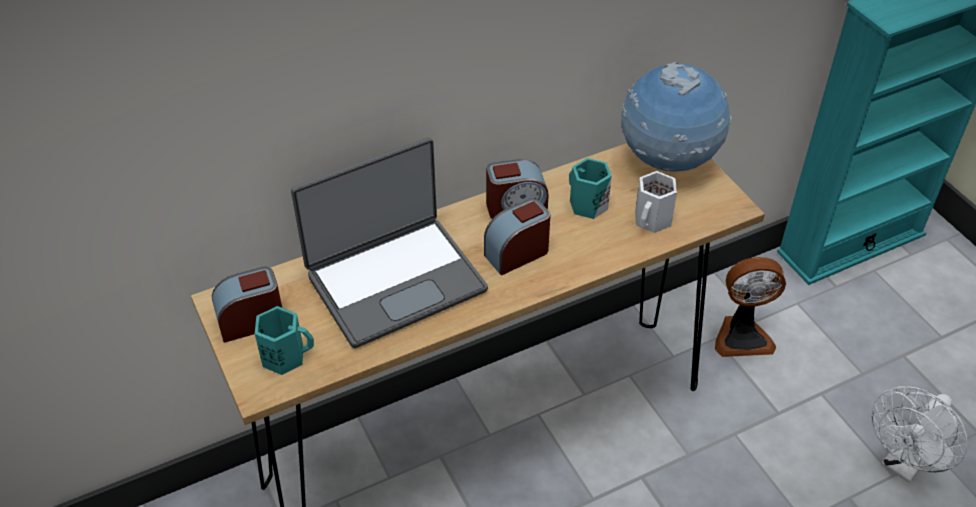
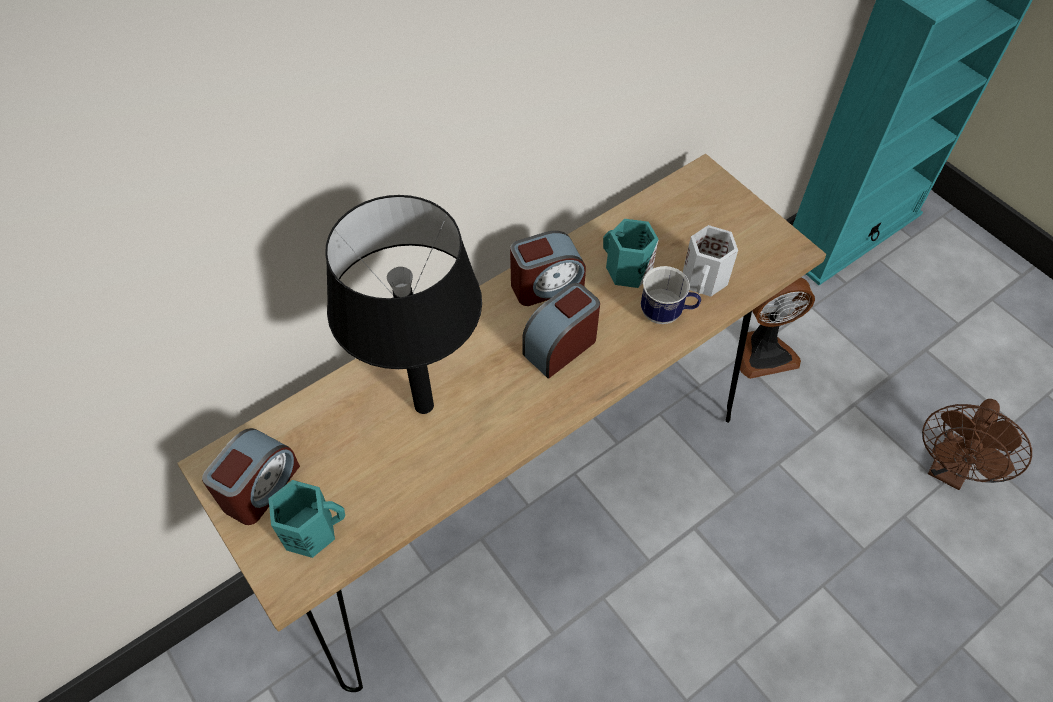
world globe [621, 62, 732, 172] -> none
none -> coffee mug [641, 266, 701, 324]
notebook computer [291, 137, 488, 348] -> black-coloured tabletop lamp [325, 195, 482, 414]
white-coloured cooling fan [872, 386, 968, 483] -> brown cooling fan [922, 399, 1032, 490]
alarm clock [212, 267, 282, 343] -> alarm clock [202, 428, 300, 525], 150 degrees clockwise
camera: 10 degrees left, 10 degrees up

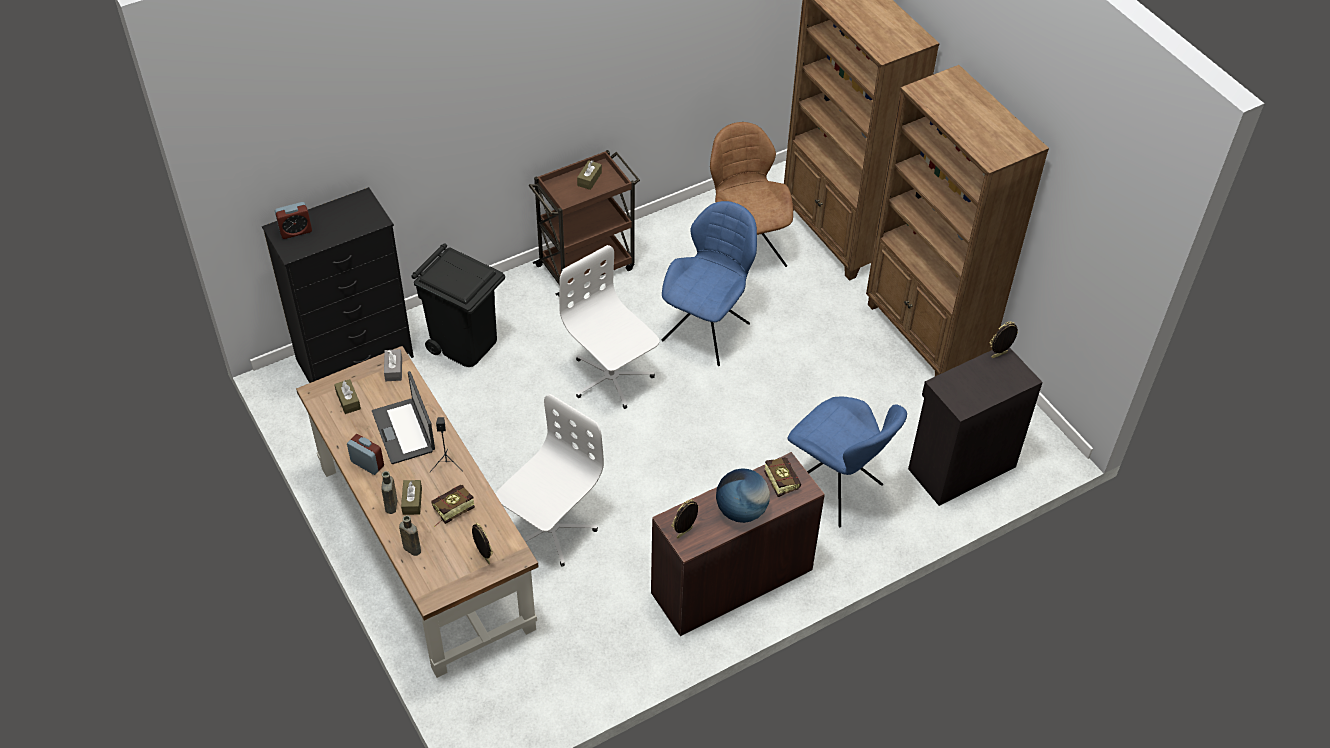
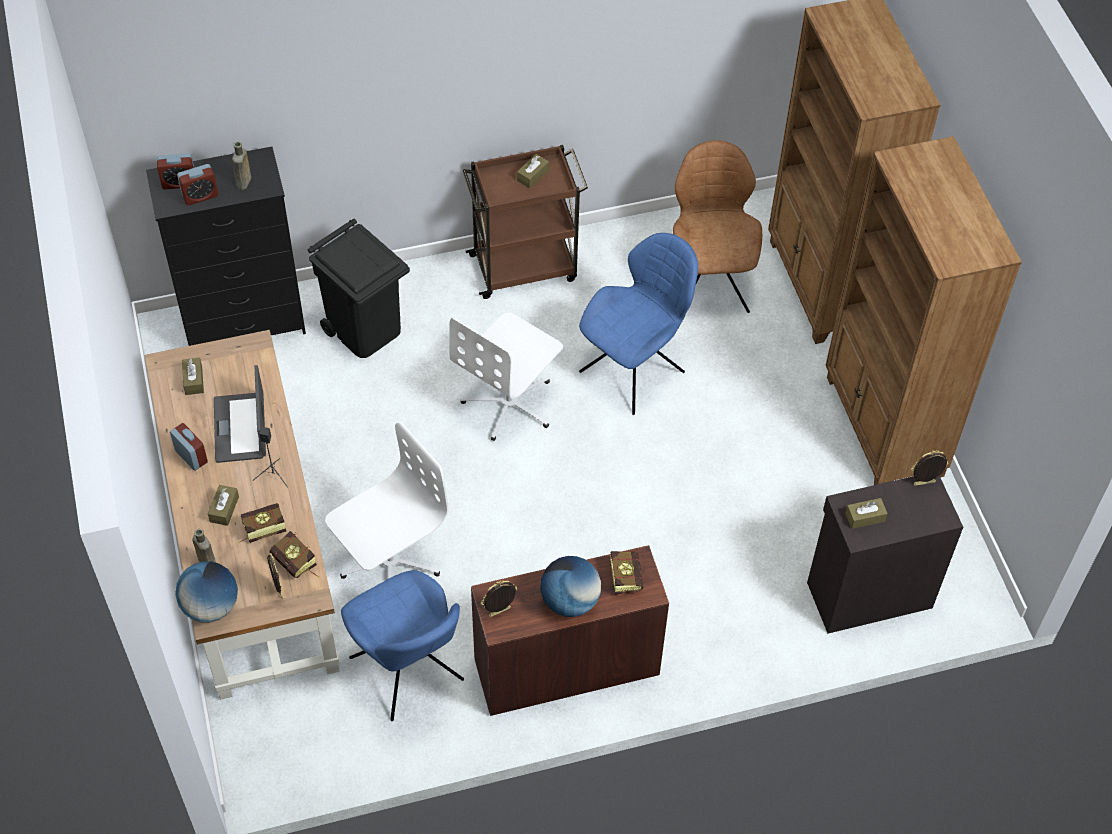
greyish box of tissues [384, 349, 402, 381] -> none
none -> world globe [175, 561, 238, 623]
none -> alarm clock [177, 164, 218, 206]
none -> book [270, 531, 319, 578]
none -> brown box of tissues [845, 498, 888, 529]
brown bottle [381, 471, 397, 514] -> brown bottle [232, 141, 251, 190], moved
bluish chair [787, 397, 907, 527] -> bluish chair [341, 570, 464, 721], moved
white-coloured office chair [559, 245, 660, 409] -> white-coloured office chair [449, 312, 563, 441], 120 degrees counterclockwise
camera: 15 degrees right, 5 degrees up

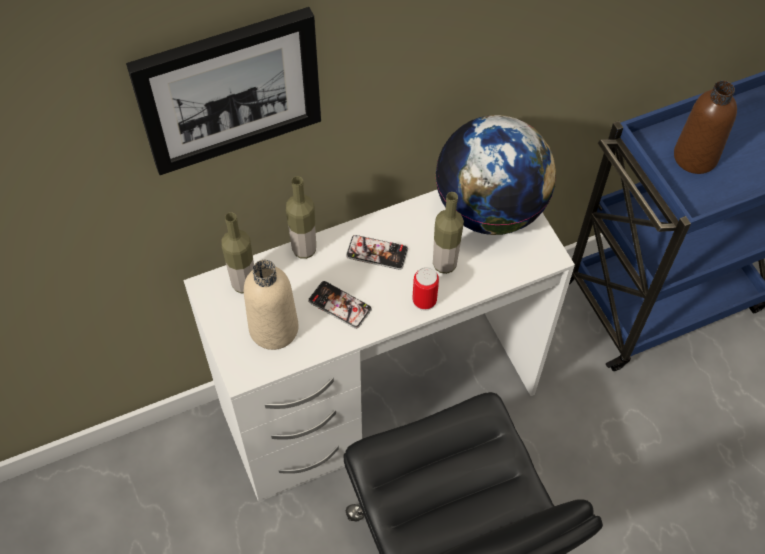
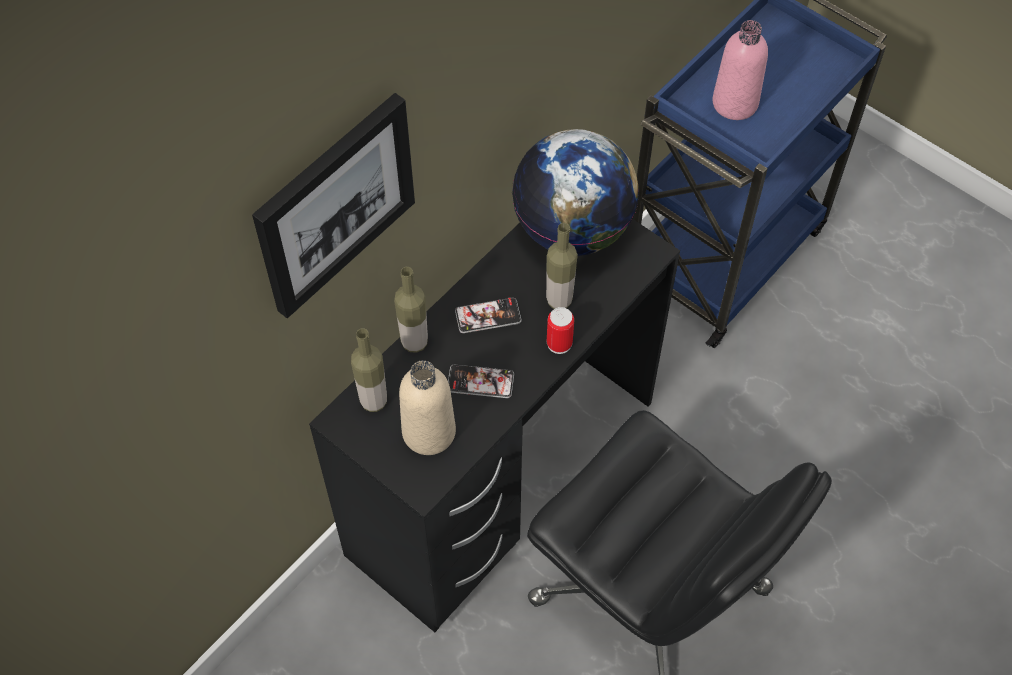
white-coloured desk table [183, 190, 575, 503] -> black-coloured desk table [309, 219, 680, 632]
brown bottle [674, 81, 737, 174] -> pink-coloured bottle [712, 20, 768, 120]
camera: 25 degrees left, 0 degrees up

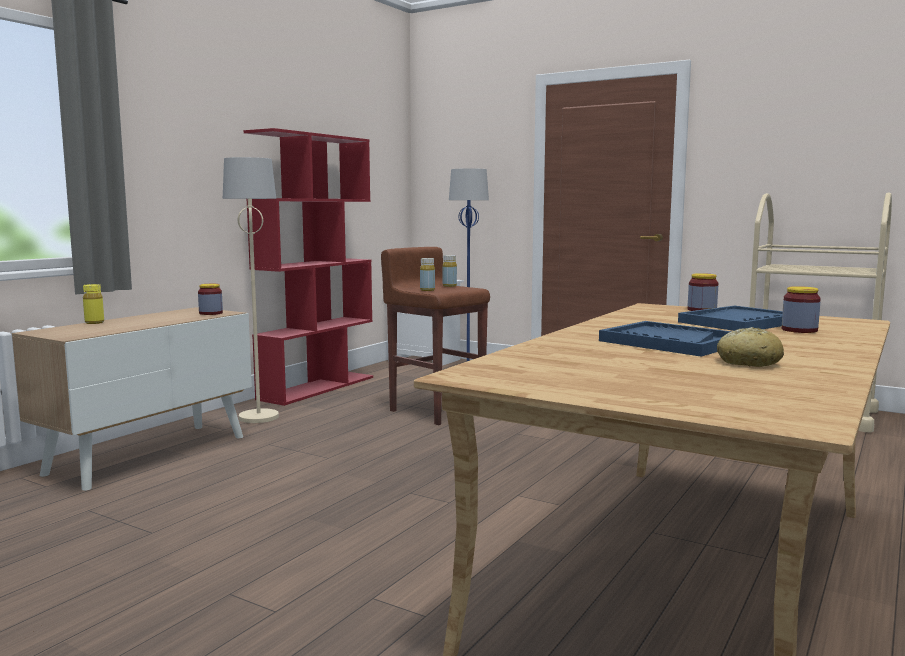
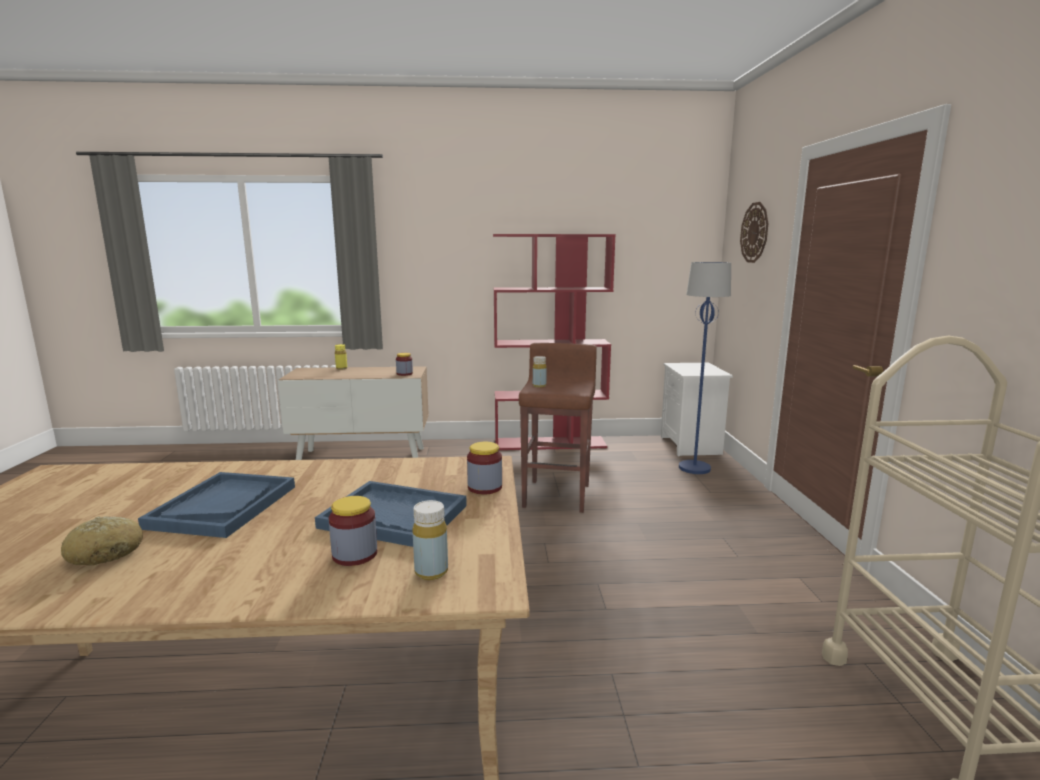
sand-coloured floor lamp [223, 157, 279, 423] -> none
none -> hanging clock [740, 202, 768, 263]
yellowish bottle [443, 255, 457, 287] -> yellowish bottle [413, 500, 448, 580], moved
camera: 55 degrees right, 5 degrees up

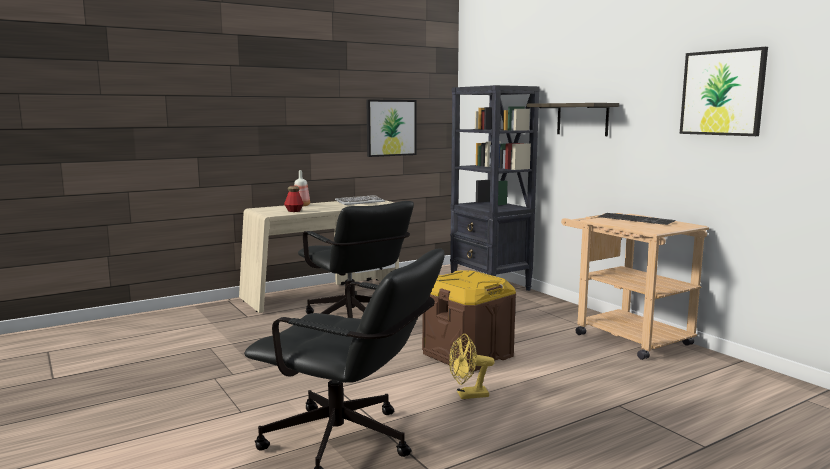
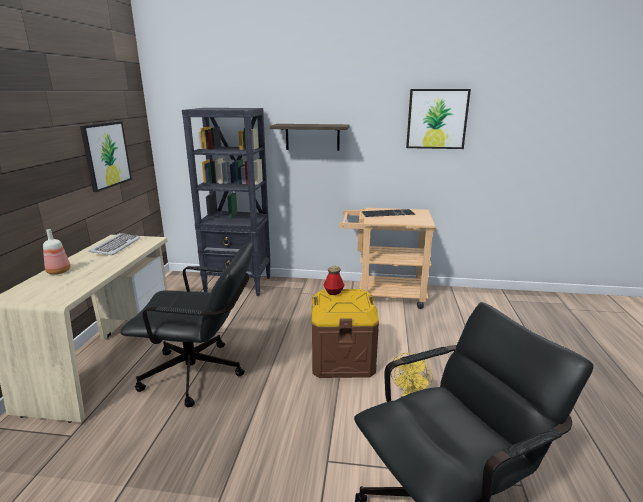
bottle [284, 186, 304, 212] -> bottle [324, 266, 345, 295], moved
camera: 50 degrees left, 10 degrees up

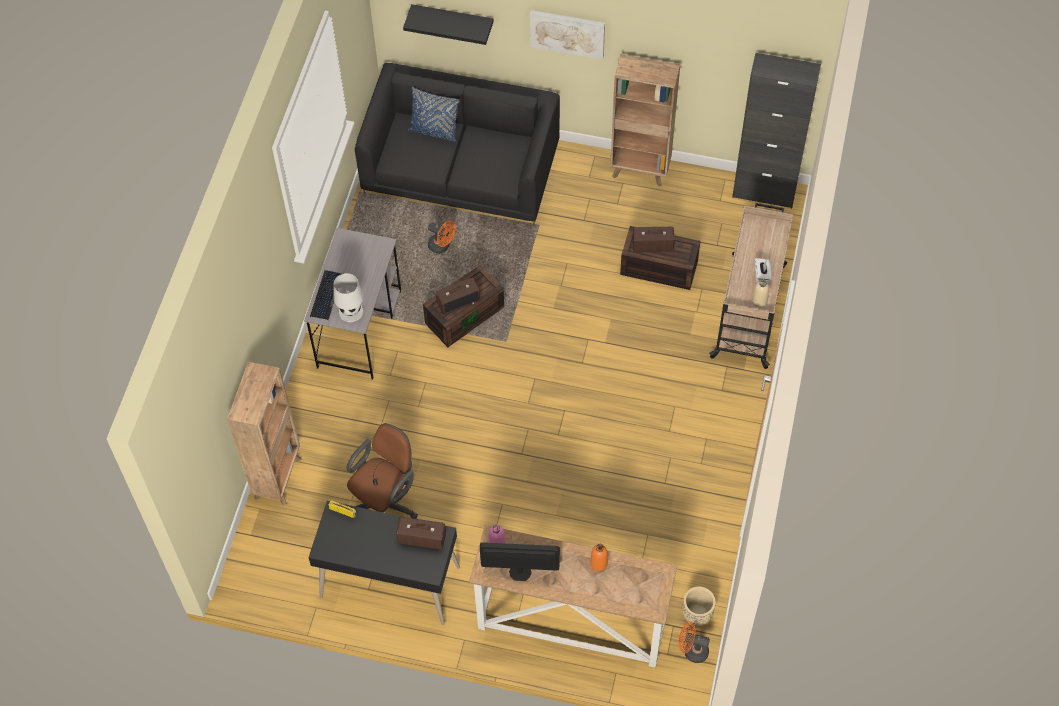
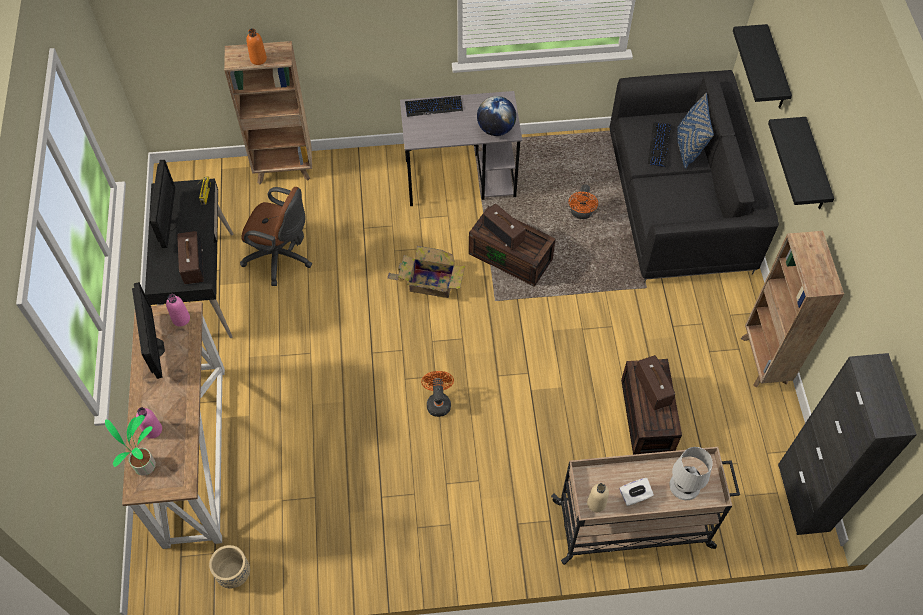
none -> houseplant [105, 415, 156, 476]
none -> pink-coloured bottle [136, 407, 162, 439]
none -> monitor [149, 160, 178, 248]
none -> carton [387, 246, 465, 298]
none -> world globe [477, 96, 516, 136]
none -> keyboard [648, 122, 672, 167]
white-coloured tabletop lamp [333, 273, 364, 322] -> white-coloured tabletop lamp [669, 447, 713, 500], moved
orange bottle [590, 544, 608, 571] -> orange bottle [246, 28, 267, 65], moved
orange cooling fan [679, 621, 710, 663] -> orange cooling fan [421, 371, 454, 417], moved
wall art [530, 10, 605, 60] -> black-coloured bracket shelf [768, 117, 834, 209]
camera: 70 degrees right, 0 degrees up

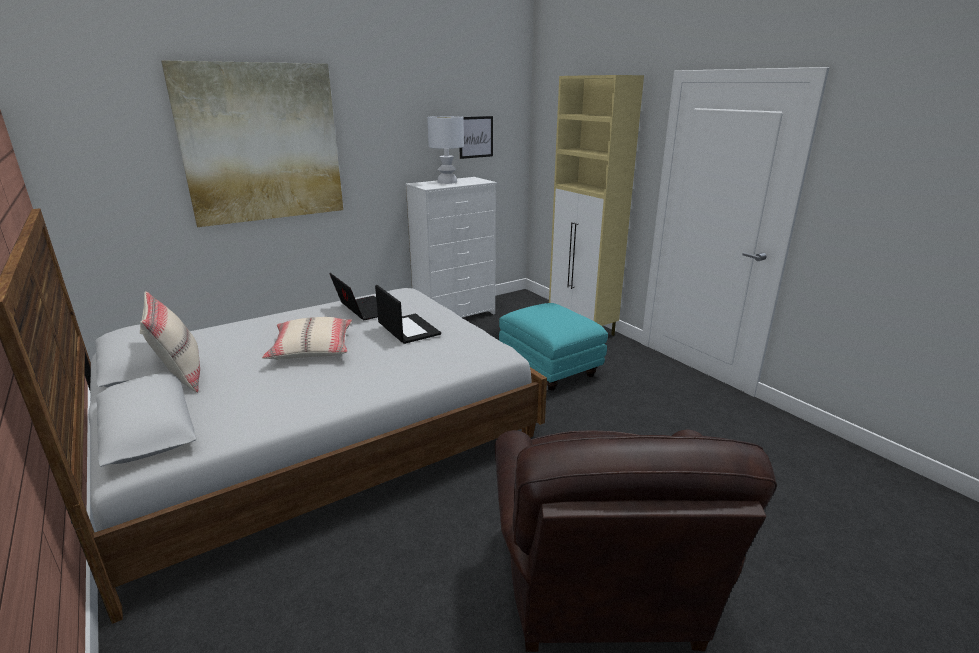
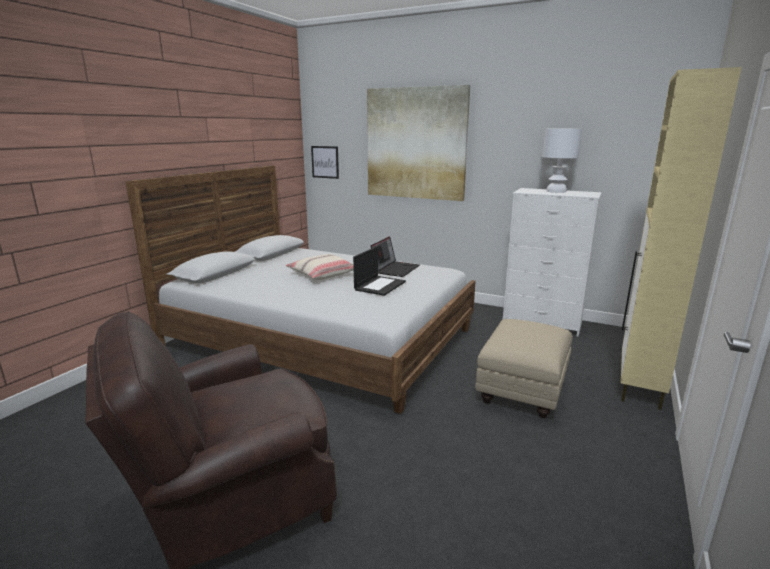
sand-coloured cushion [140, 291, 200, 393] -> none
wall art [460, 116, 493, 159] -> wall art [311, 146, 339, 179], moved
blue-green footrest [499, 303, 608, 390] -> sand-coloured footrest [475, 319, 573, 418]
camera: 60 degrees right, 5 degrees down

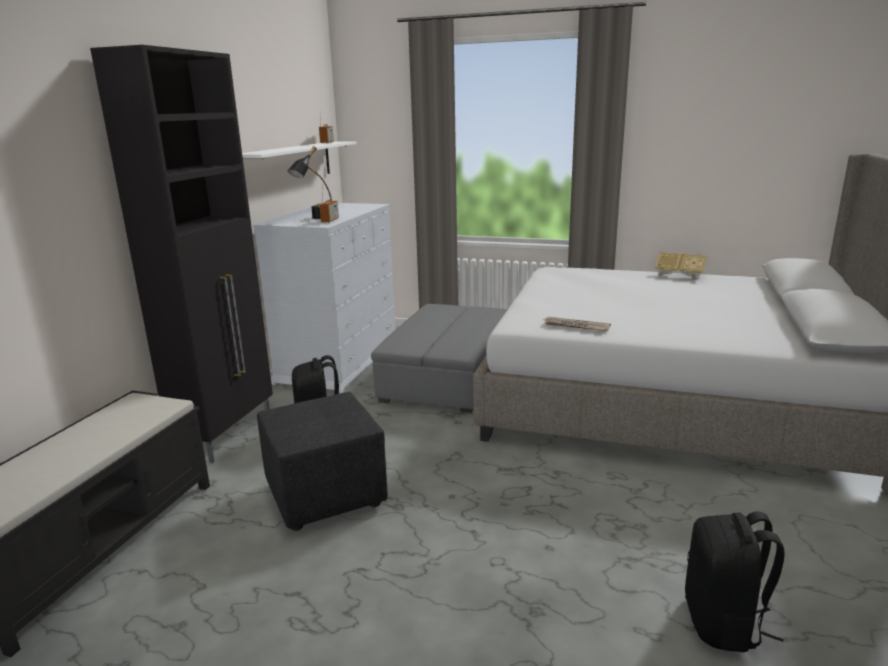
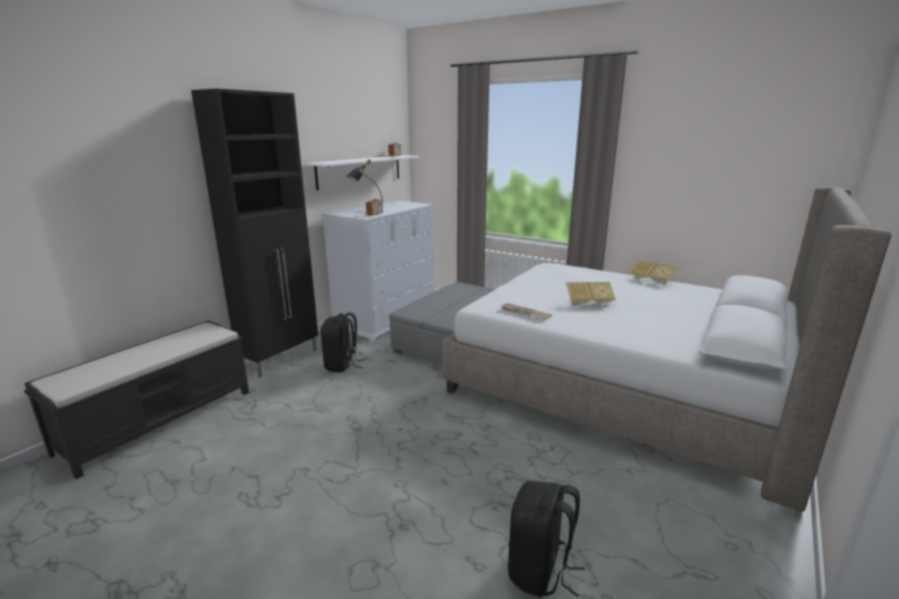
black-coloured footrest [257, 392, 388, 531] -> none
none -> book [566, 282, 616, 306]
camera: 15 degrees right, 0 degrees up

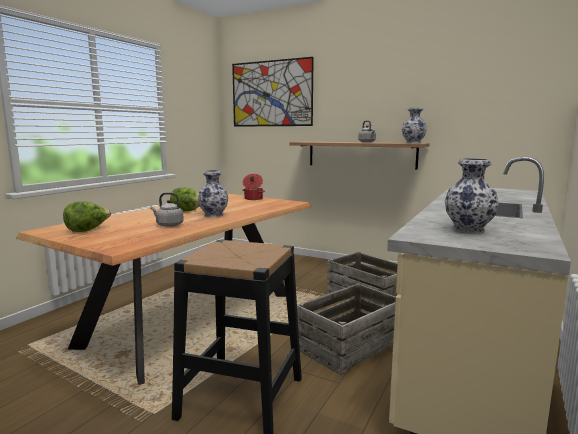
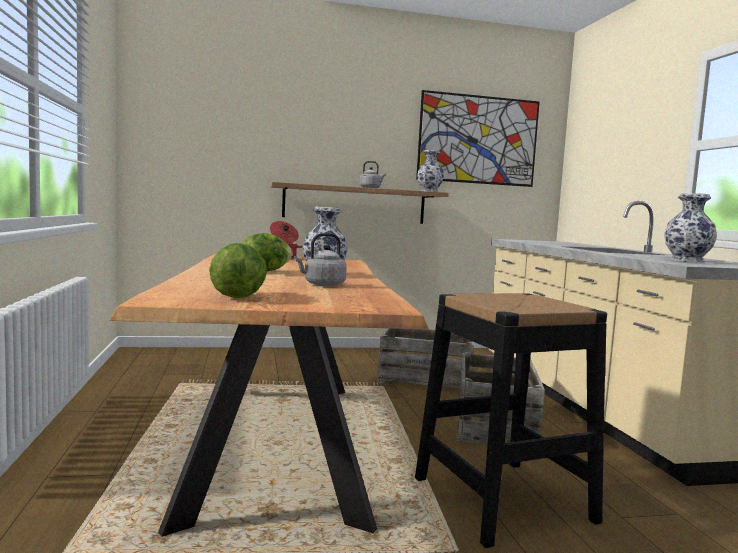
wall art [232, 57, 314, 127] -> wall art [416, 90, 540, 187], moved
camera: 40 degrees left, 5 degrees down

